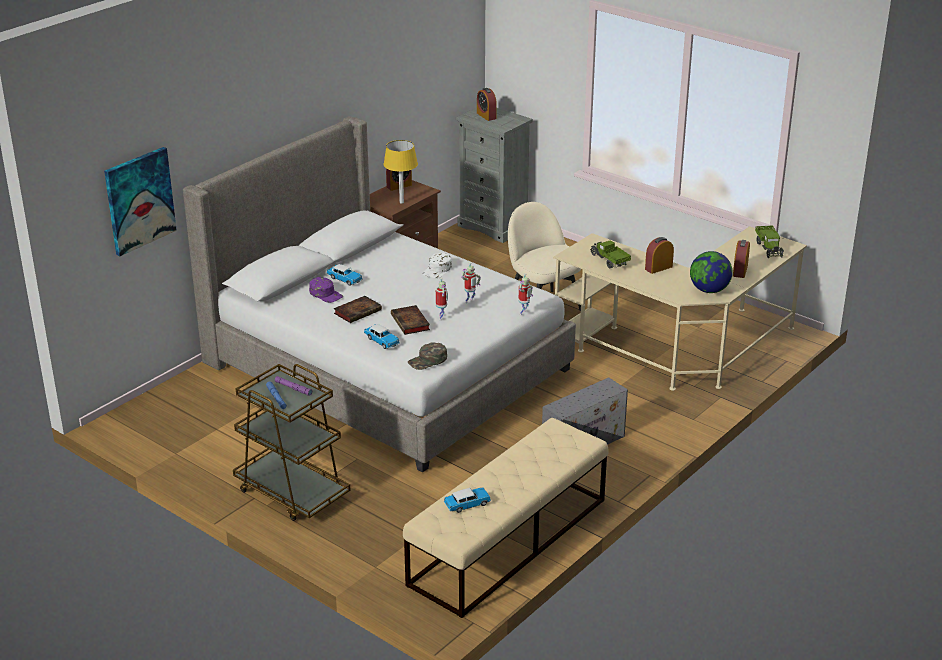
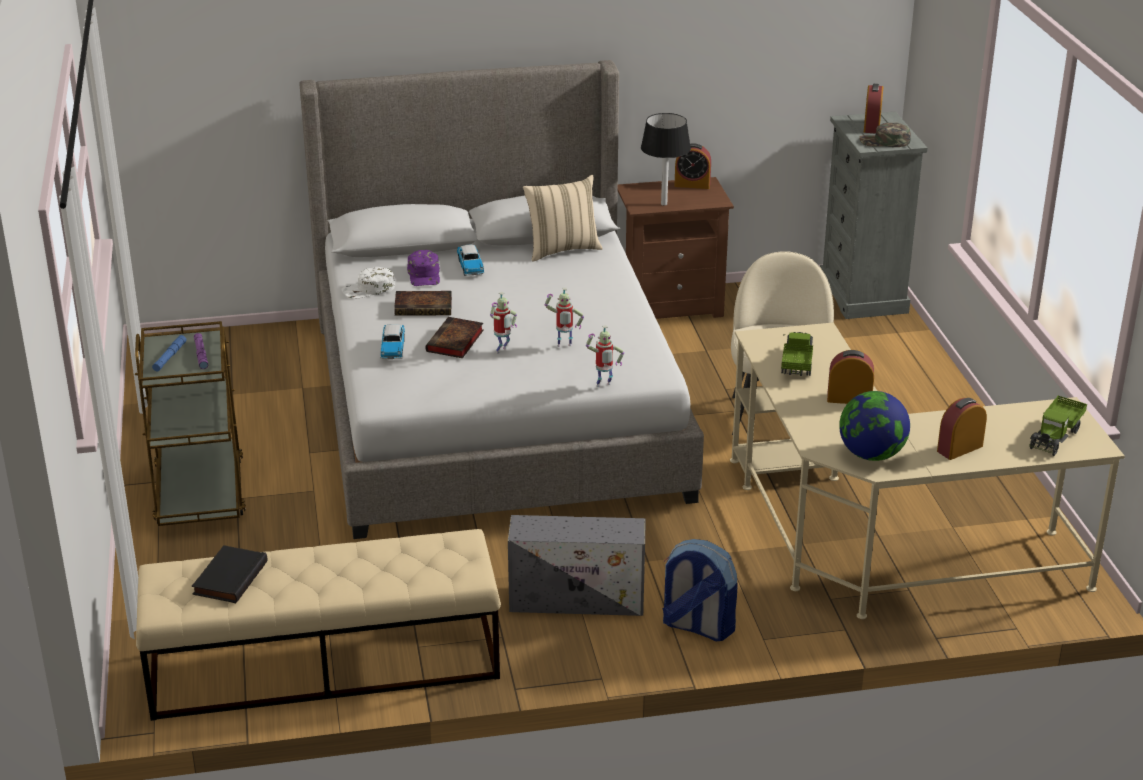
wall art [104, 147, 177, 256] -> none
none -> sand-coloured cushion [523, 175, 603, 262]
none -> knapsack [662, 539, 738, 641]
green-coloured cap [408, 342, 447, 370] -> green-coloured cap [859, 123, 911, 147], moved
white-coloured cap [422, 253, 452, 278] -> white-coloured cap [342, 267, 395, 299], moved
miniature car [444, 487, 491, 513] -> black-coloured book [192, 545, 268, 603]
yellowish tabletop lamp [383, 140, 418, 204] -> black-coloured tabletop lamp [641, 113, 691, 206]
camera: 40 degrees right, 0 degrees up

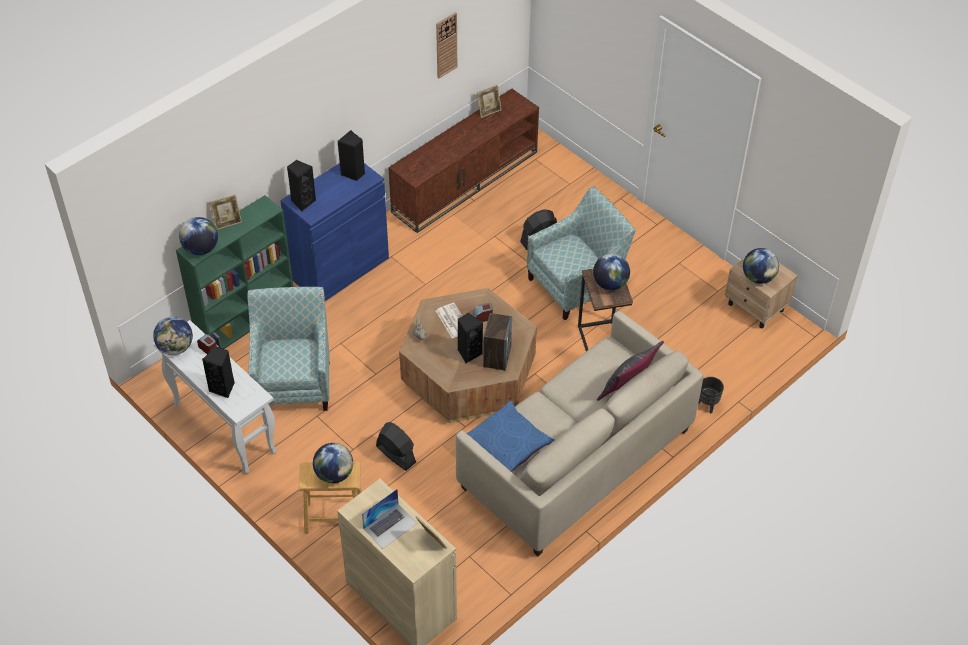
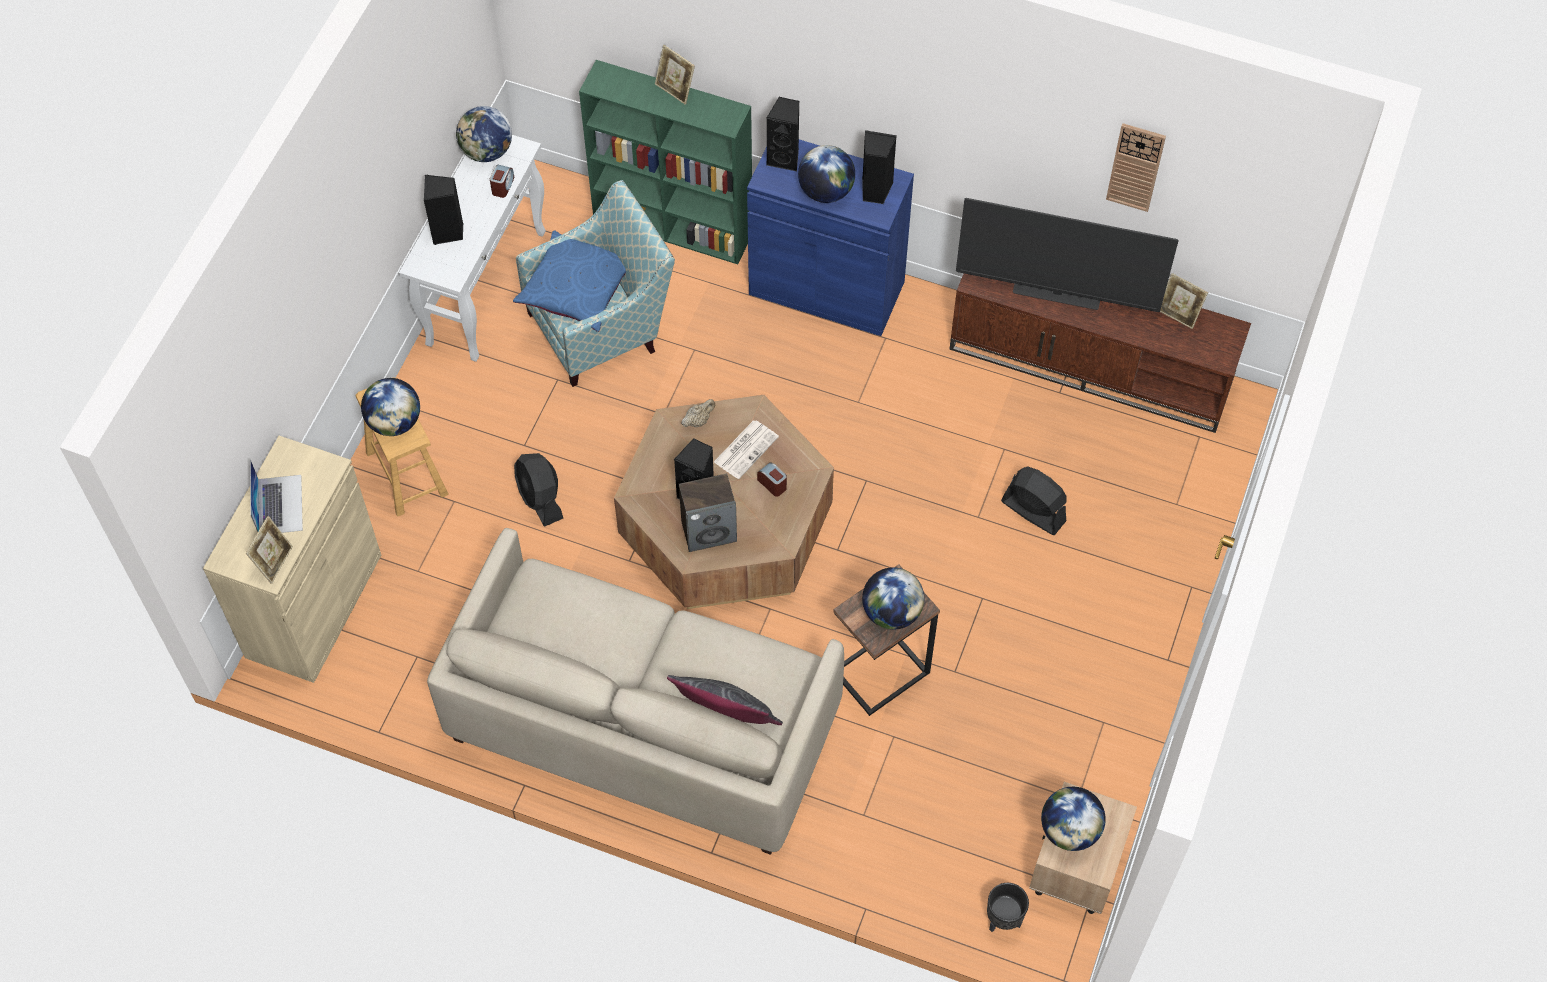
armchair [527, 186, 636, 320] -> none
none -> television [956, 198, 1179, 312]
world globe [179, 217, 218, 255] -> world globe [798, 145, 855, 203], moved
bluish cushion [467, 401, 554, 472] -> bluish cushion [513, 231, 626, 332], moved
black-coloured flower pot [698, 377, 724, 414] -> black-coloured flower pot [987, 883, 1029, 932], moved
notebook computer [362, 489, 418, 549] -> notebook computer [250, 459, 303, 533], 120 degrees counterclockwise
black-coloured cooling fan [376, 422, 416, 471] -> black-coloured cooling fan [514, 453, 563, 527], 135 degrees clockwise
camera: 65 degrees right, 10 degrees up

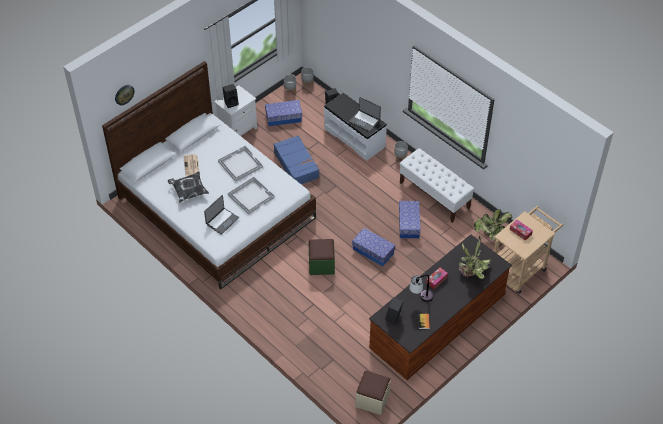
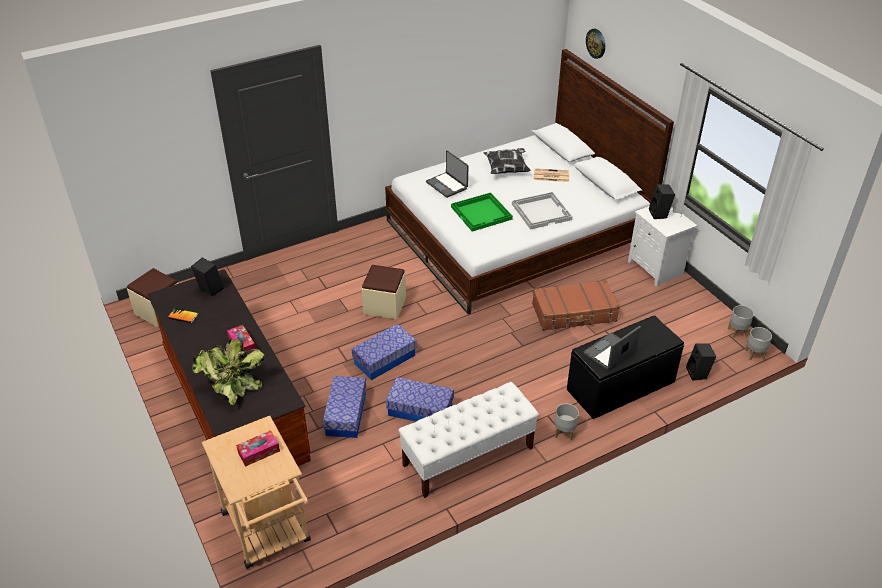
tabletop lamp [409, 275, 434, 302] -> none
houseplant [474, 209, 512, 245] -> none
storage box [265, 100, 302, 126] -> storage box [323, 376, 366, 438], moved
white-coloured serving tray [228, 177, 275, 214] -> green-coloured serving tray [451, 192, 513, 232]
bluish suitcase [273, 136, 319, 184] -> brown suitcase [532, 280, 620, 331]
green-coloured footrest [308, 239, 335, 275] -> sand-coloured footrest [362, 265, 406, 319]
white-coloured indoor bench [324, 93, 387, 161] -> black-coloured indoor bench [567, 315, 684, 419]
camera: 105 degrees right, 10 degrees down

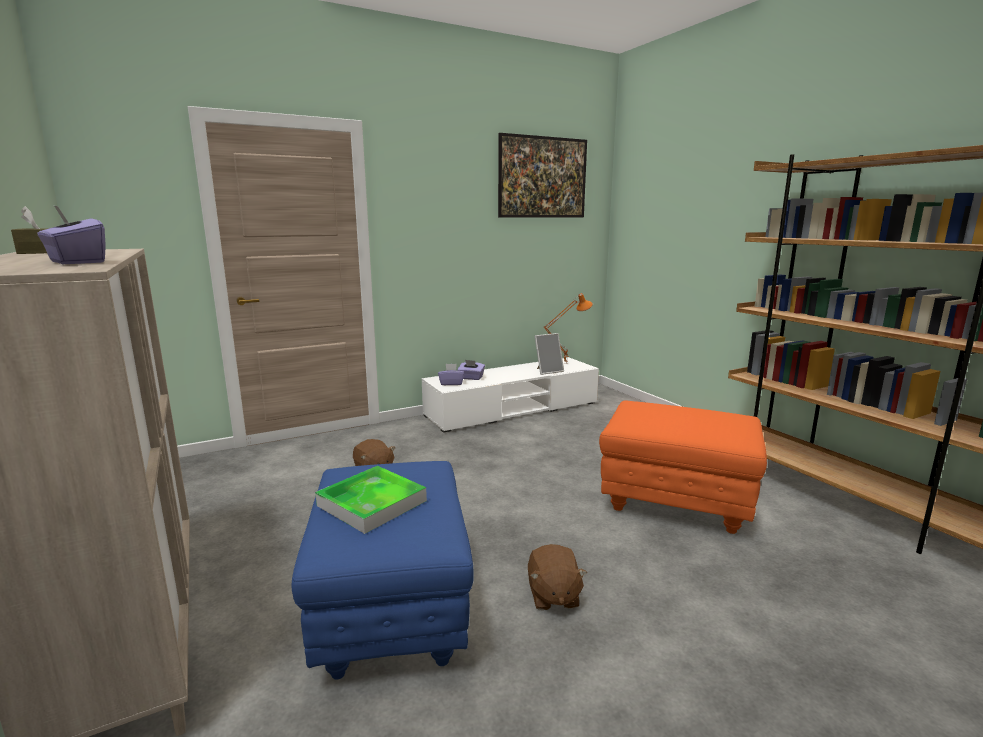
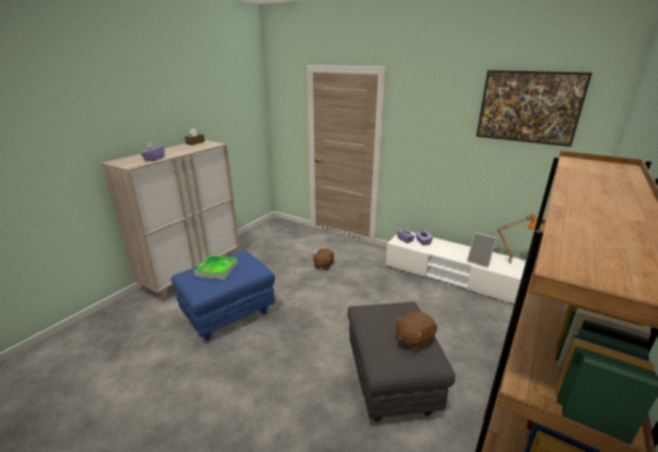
brown plush toy [528, 544, 587, 610] -> brown plush toy [396, 311, 437, 352], moved
orange footrest [599, 400, 767, 534] -> greyish footrest [348, 302, 455, 422]
camera: 60 degrees right, 10 degrees up

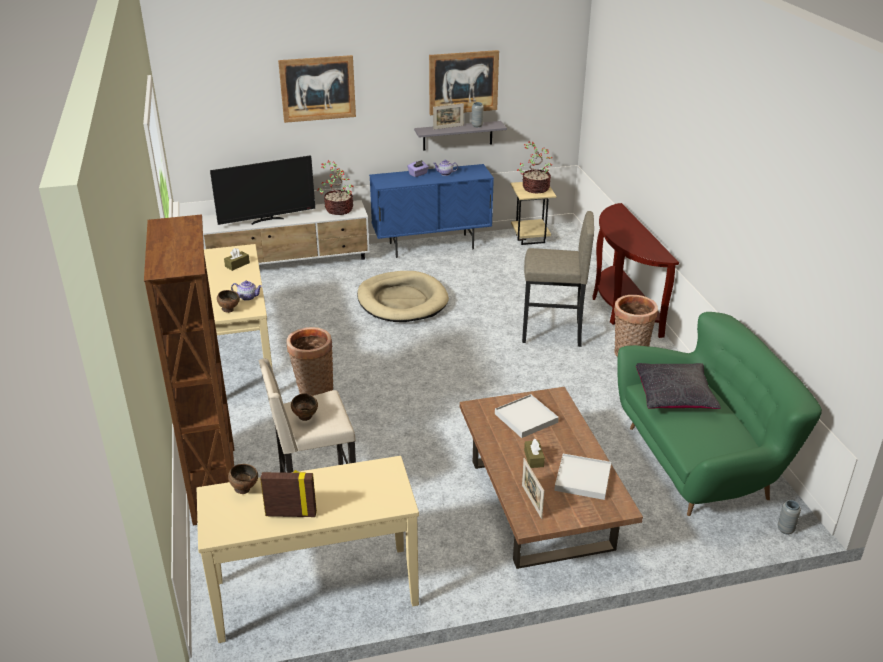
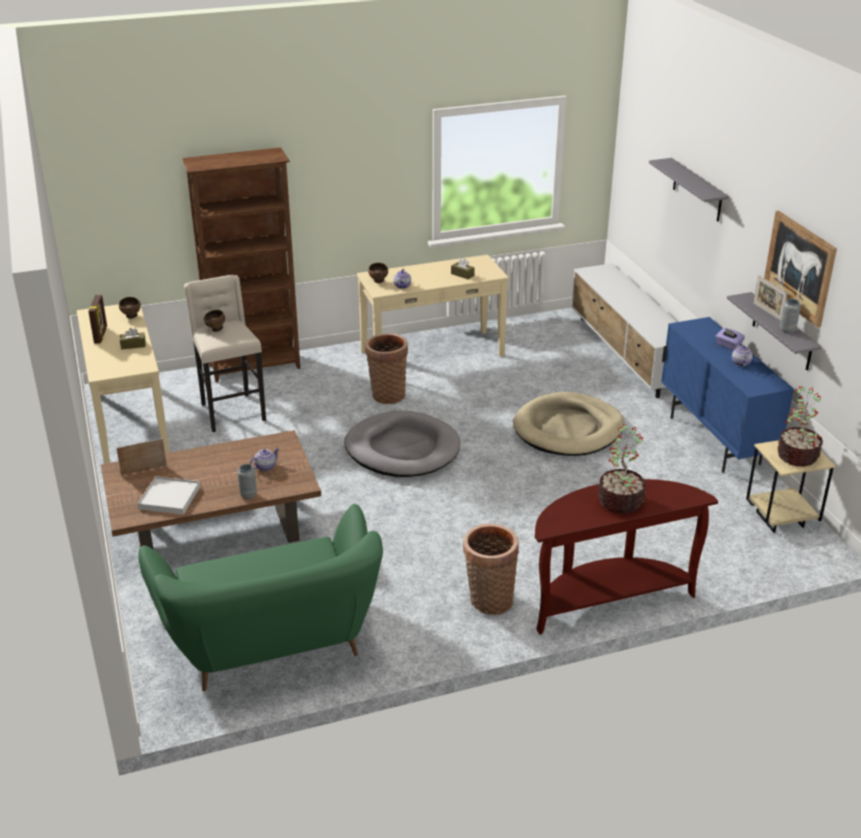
television [210, 155, 315, 225] -> none
greyish stool [522, 211, 594, 347] -> none
black-coloured cushion [636, 363, 721, 409] -> none
none -> greyish pet bed [344, 411, 460, 477]
houseplant [318, 160, 354, 215] -> houseplant [598, 424, 646, 514], moved
brown box of tissues [524, 438, 545, 468] -> brown box of tissues [120, 328, 146, 349], moved
greyish vase [777, 500, 801, 535] -> greyish vase [237, 464, 257, 499], moved
wall art [278, 55, 356, 123] -> greyish bracket shelf [649, 158, 729, 221]
white-coloured serving tray [495, 394, 559, 438] -> teapot [249, 447, 280, 471]
camera: 85 degrees right, 0 degrees up

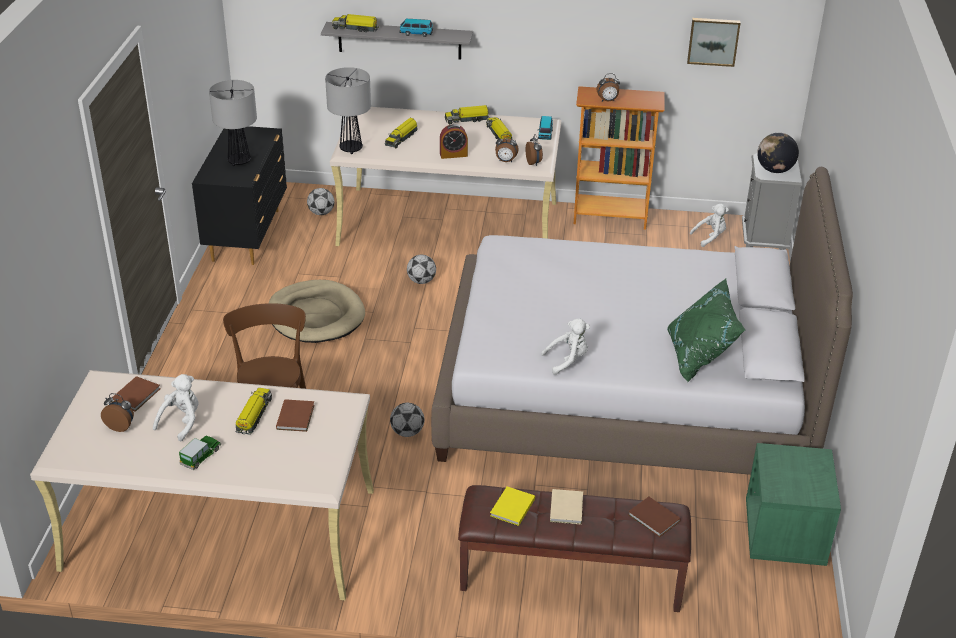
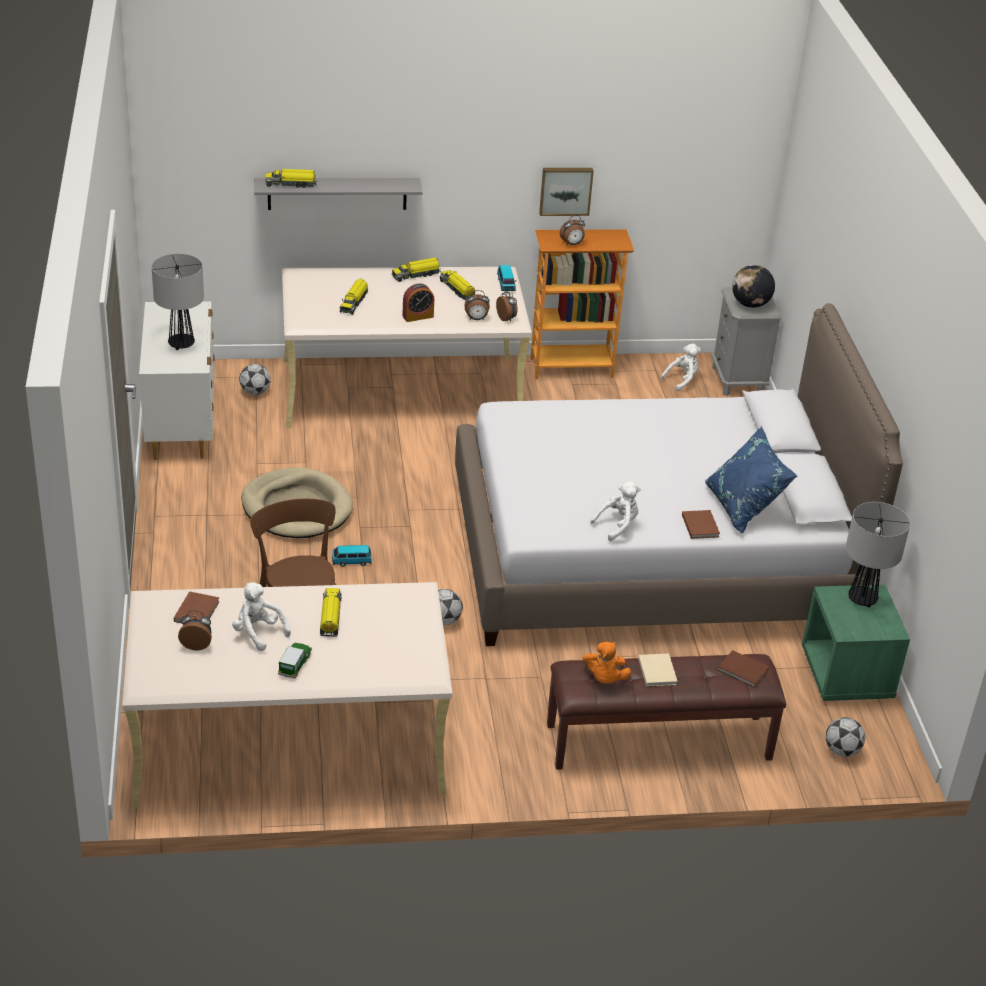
brown book [276, 399, 314, 432] -> brown book [682, 510, 720, 539], moved
tabletop lamp [325, 67, 371, 154] -> tabletop lamp [846, 502, 910, 607], moved
miniature car [400, 19, 433, 37] -> miniature car [332, 545, 372, 567], moved
football ball [407, 255, 436, 284] -> football ball [826, 717, 865, 757], moved
wall art [687, 18, 741, 67] -> wall art [539, 168, 594, 216], moved
yellowish book [490, 486, 535, 526] -> orange plush toy [583, 642, 631, 684]
black-coloured chest of drawers [192, 126, 287, 265] -> white-coloured chest of drawers [139, 302, 214, 460]
green-coloured cushion [667, 279, 745, 382] -> bluish cushion [705, 426, 798, 534]
white-coloured plush toy [153, 374, 199, 441] -> white-coloured plush toy [232, 582, 291, 651], 60 degrees counterclockwise
camera: 15 degrees left, 0 degrees up

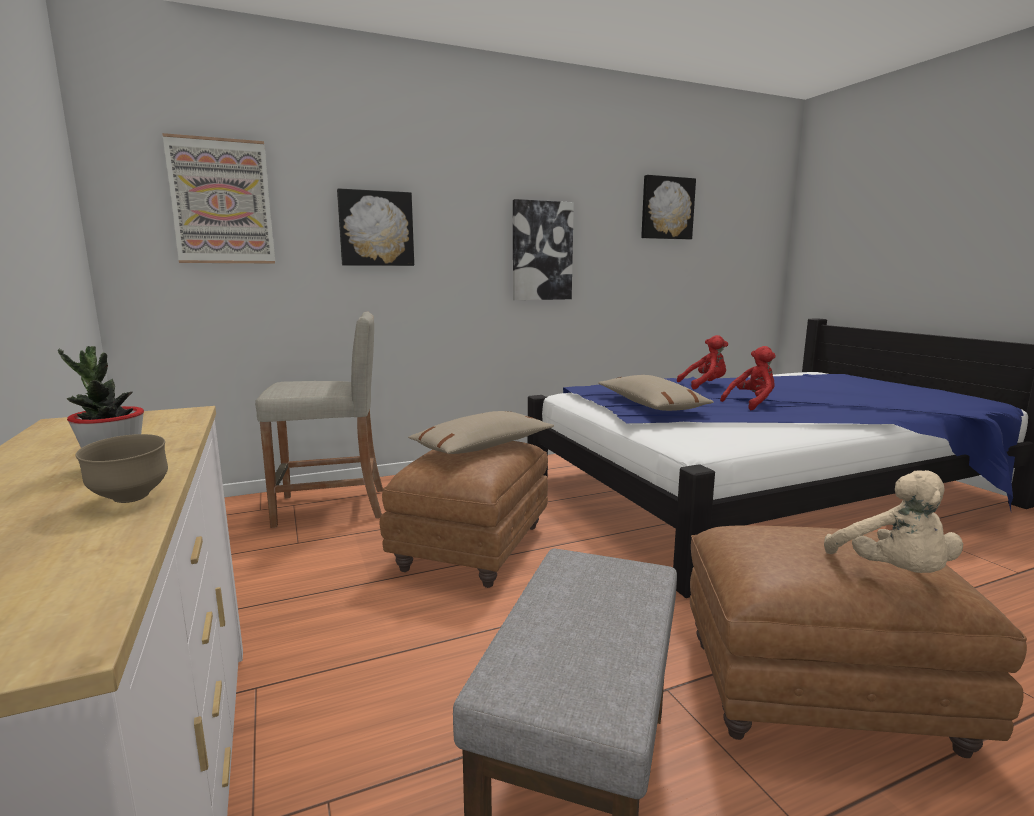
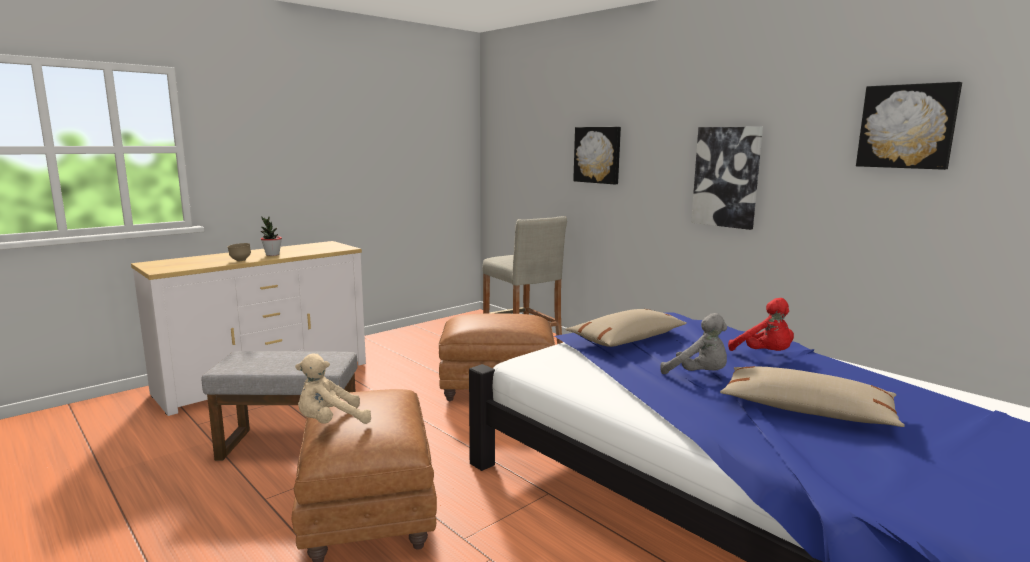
wall art [162, 133, 275, 263] -> none
sand-coloured cushion [408, 411, 554, 454] -> sand-coloured cushion [720, 366, 905, 427], moved
reddish plush toy [720, 346, 776, 410] -> greyish plush toy [660, 313, 727, 374]
camera: 70 degrees right, 0 degrees up

